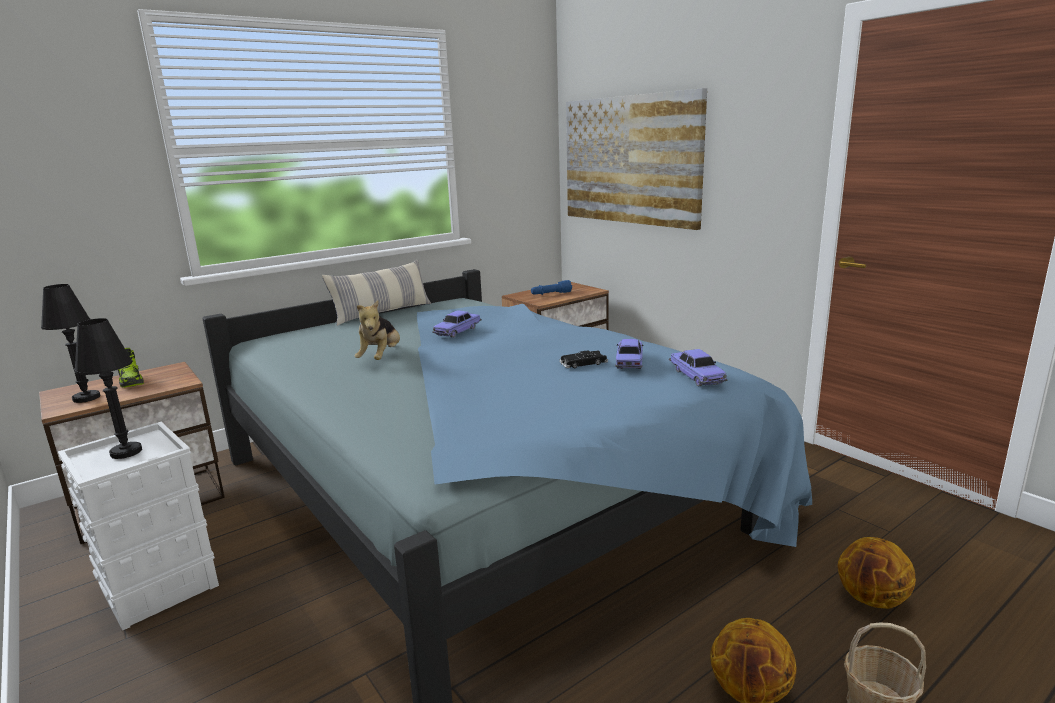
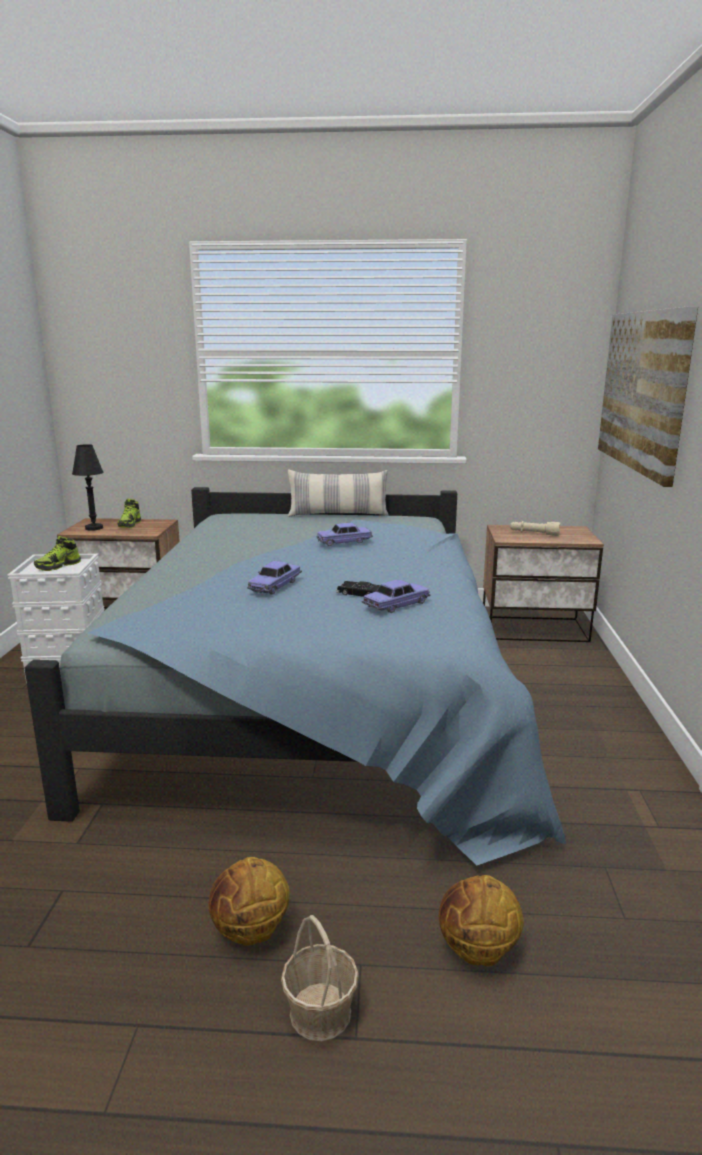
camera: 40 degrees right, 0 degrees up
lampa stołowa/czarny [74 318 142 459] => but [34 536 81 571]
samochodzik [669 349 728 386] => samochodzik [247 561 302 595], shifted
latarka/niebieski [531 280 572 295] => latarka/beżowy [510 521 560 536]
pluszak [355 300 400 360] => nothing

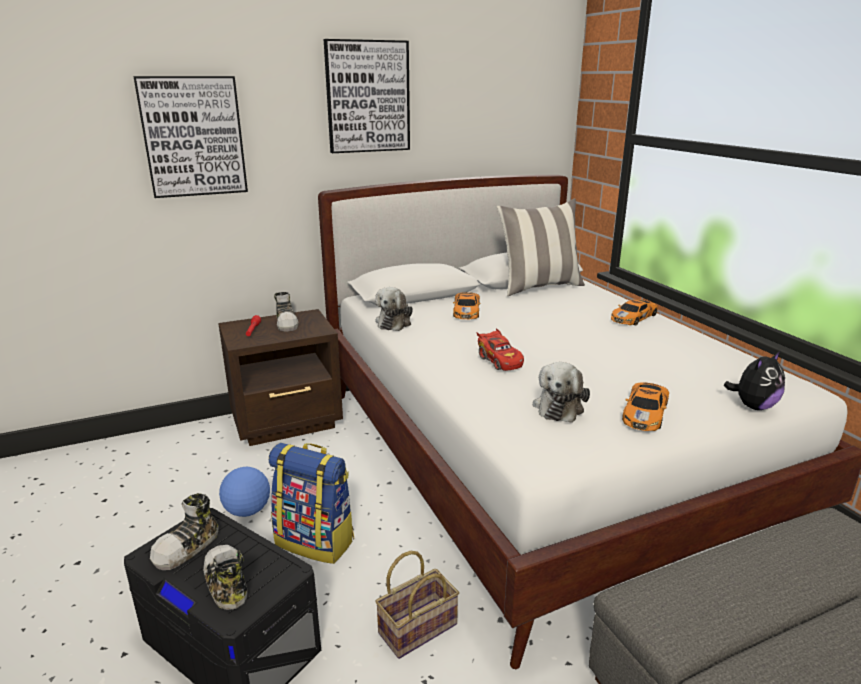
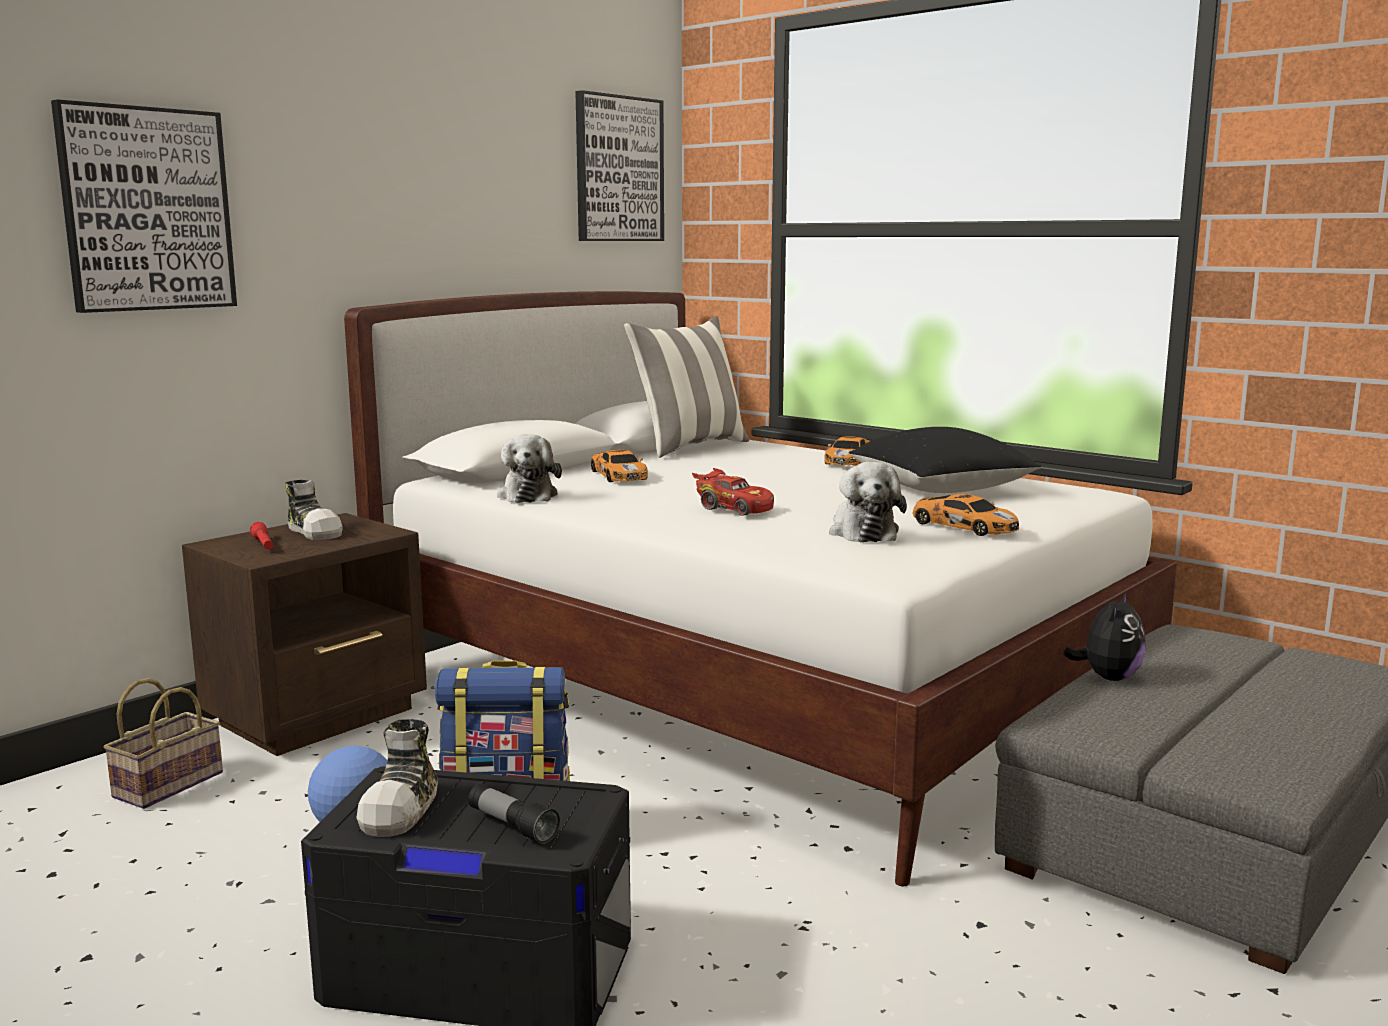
camera: 25 degrees left, 10 degrees down
koszyk [375 551 459 659] => koszyk [104 678 223 809], shifted
but [203 545 247 610] => latarka [468 784 560 844]
obraz [324 39 410 153] => obraz [575 90 664 241], shifted
nothing => poduszka/czarny [849 427 1042 493]
samochodzik [622 382 669 431] => samochodzik [912 494 1019 536], 45 degrees counterclockwise
pluszak [724 351 785 410] => pluszak [1064 591 1146 681], shifted

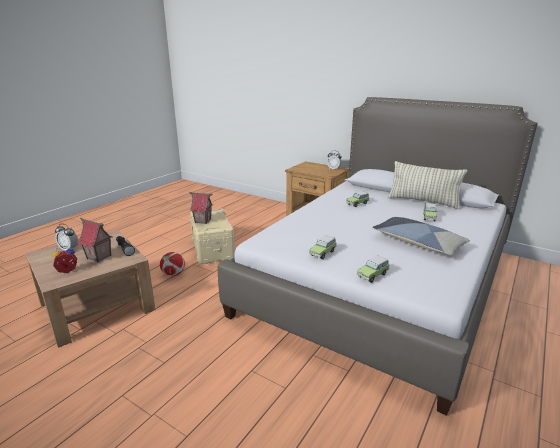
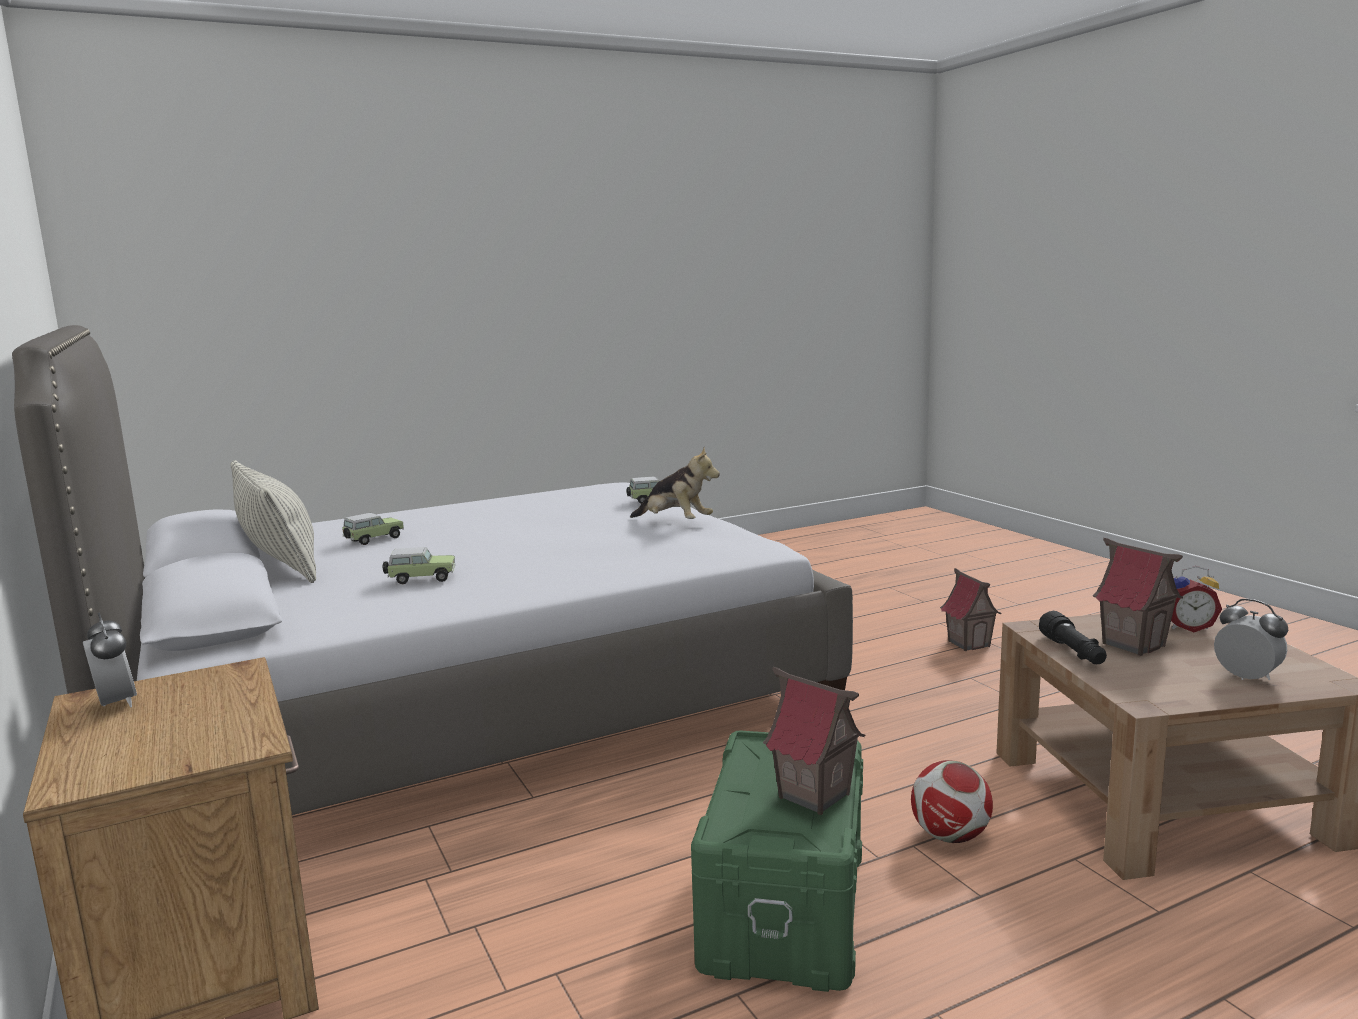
camera: 150 degrees left, 10 degrees down
samochodzik [309 235 337 259] => pluszak [630 447 720 519]
pojemnik do przechowywania/beżowy [190 209 235 264] => pojemnik do przechowywania/zielony [691 730 863 992]
nothing => domek [940 568 1002 651]
poduszka [373 217 470 255] => nothing

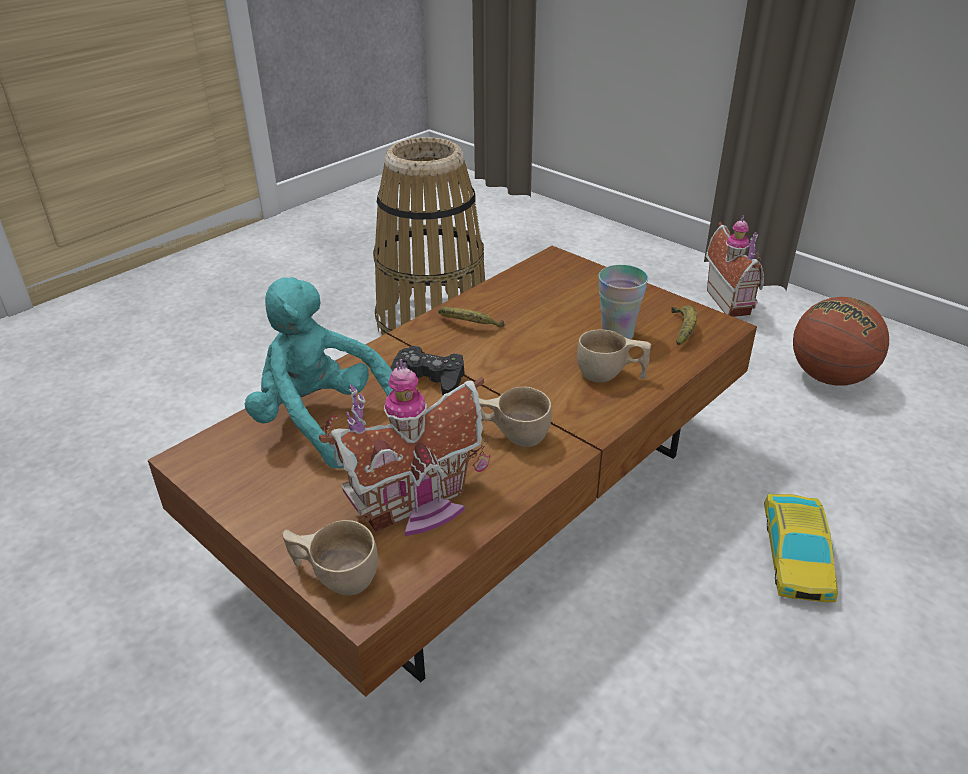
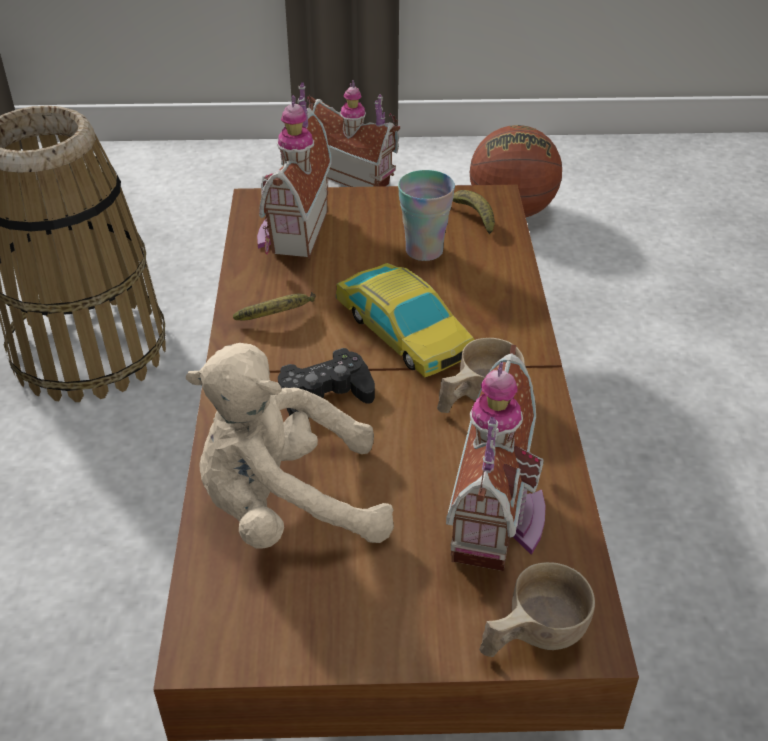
camera: 45 degrees left, 5 degrees up
pluszak/turkusowy [245 277 393 469] => pluszak/beżowy [186 343 394 549]
nothing => domek [257 82 331 259]
samochodzik [764 494 838 602] => samochodzik [335 263 475 377], shifted
filiżanka/beżowy [577 329 651 382] => nothing

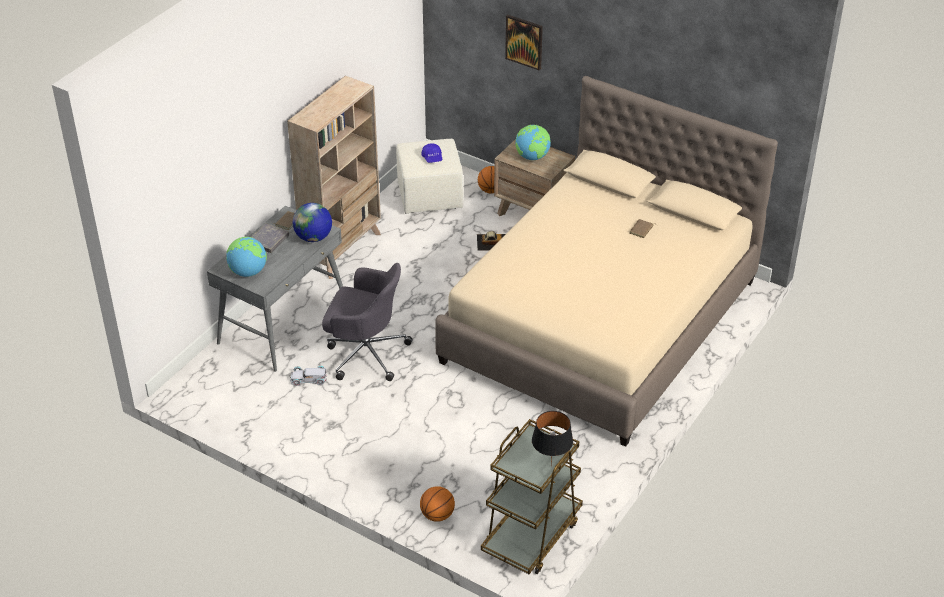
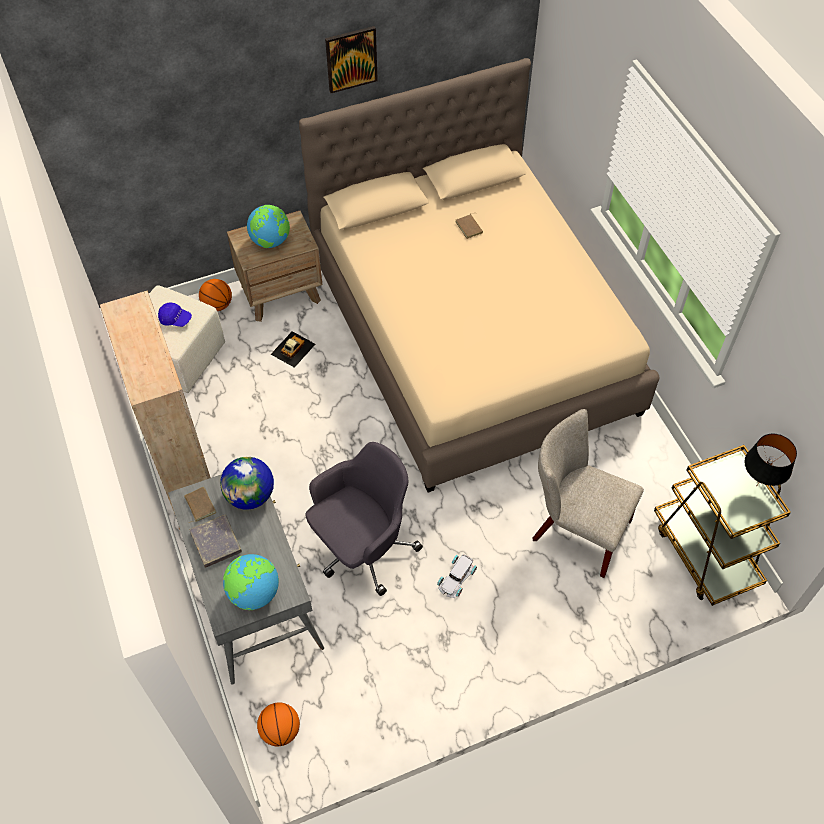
camera: 55 degrees left, 15 degrees up
piłka do koszykówki [420 486 455 522] => piłka do koszykówki [257 702 300 746], shifted
obraz [505 15 543 71] => obraz [325 26 378 93], shifted
samochodzik/biały [290 366 327 386] => samochodzik/biały [437 555 477 598], shifted
nothing => krzesło/beżowy [532 409 644 578]

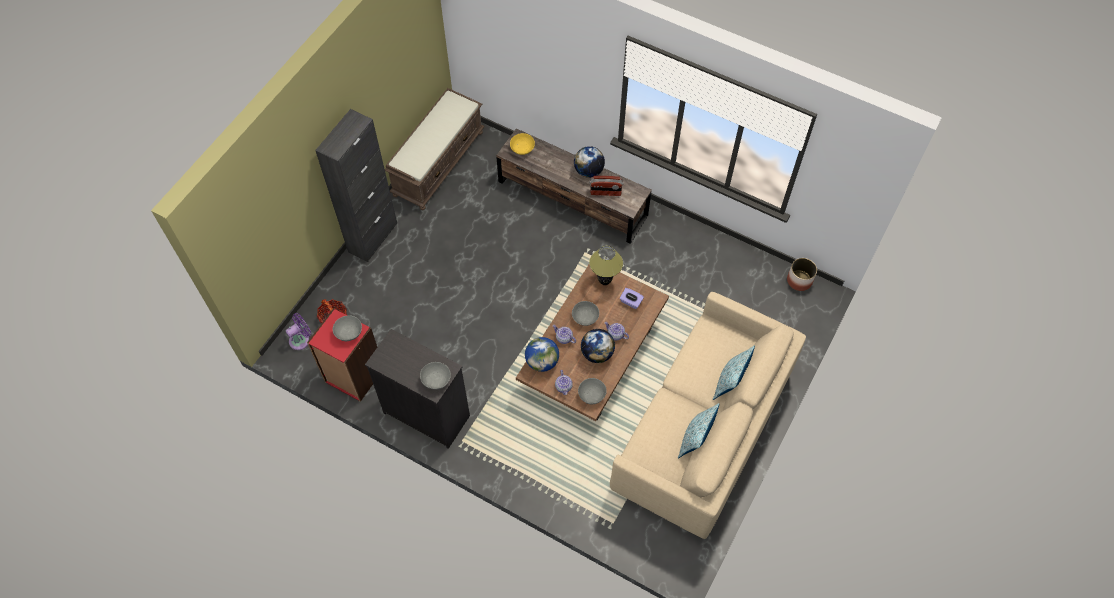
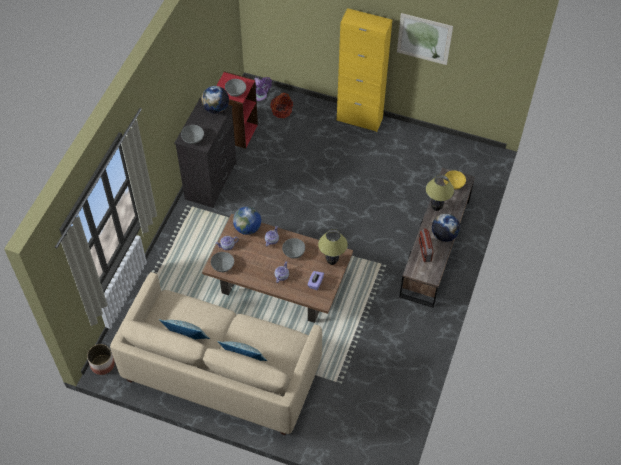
camera: 80 degrees right, 5 degrees down
donica [787 258 817 291] => donica [87 344 115 375], shifted
globus [581 329 615 363] => globus [201 86 229 114], shifted
szafka/czarny [315 109 397 262] => szafka/żółty [337 8 392 132]
nothing => obraz [397 13 453 65]
nothing => lampa stołowa [426 175 454 211]
ławka/brązowy [385 88 485 210] => nothing

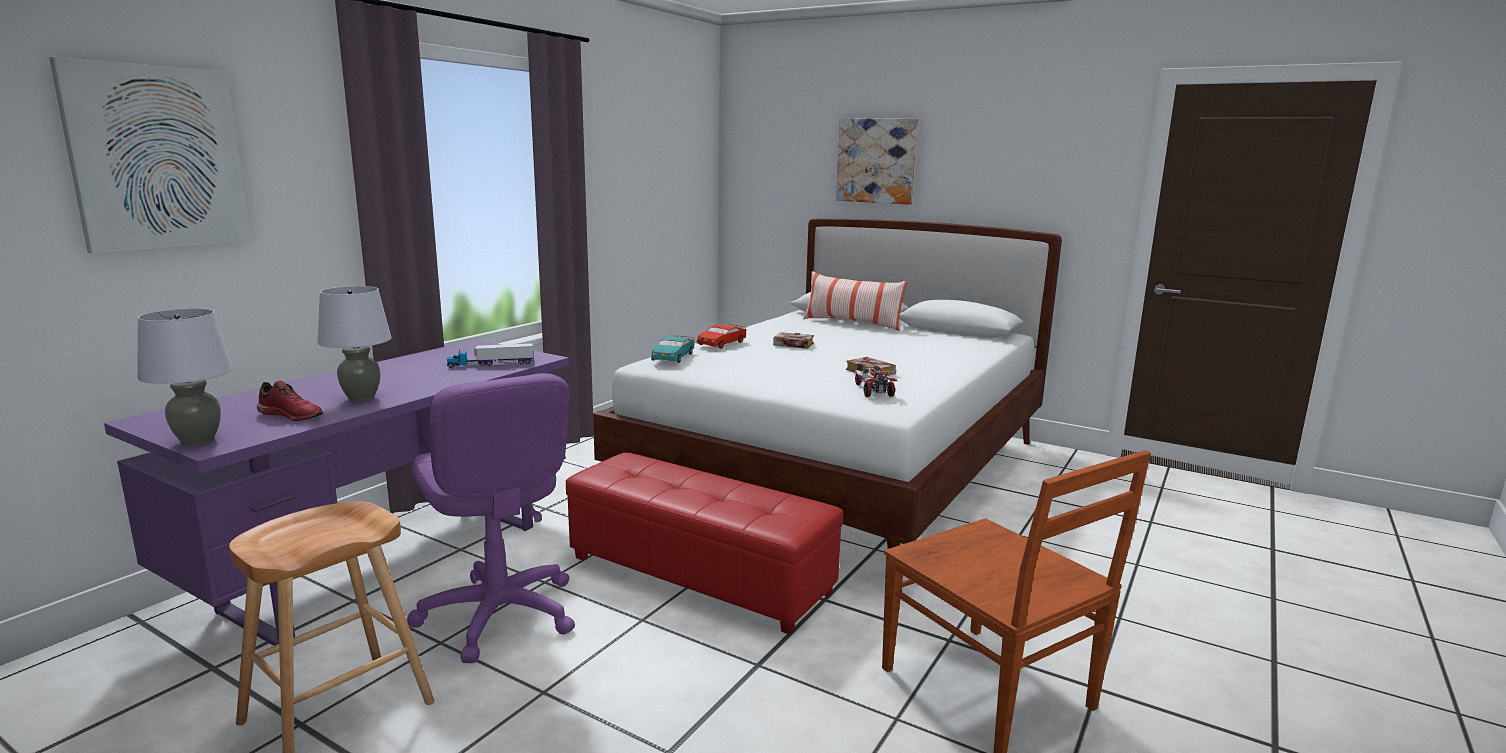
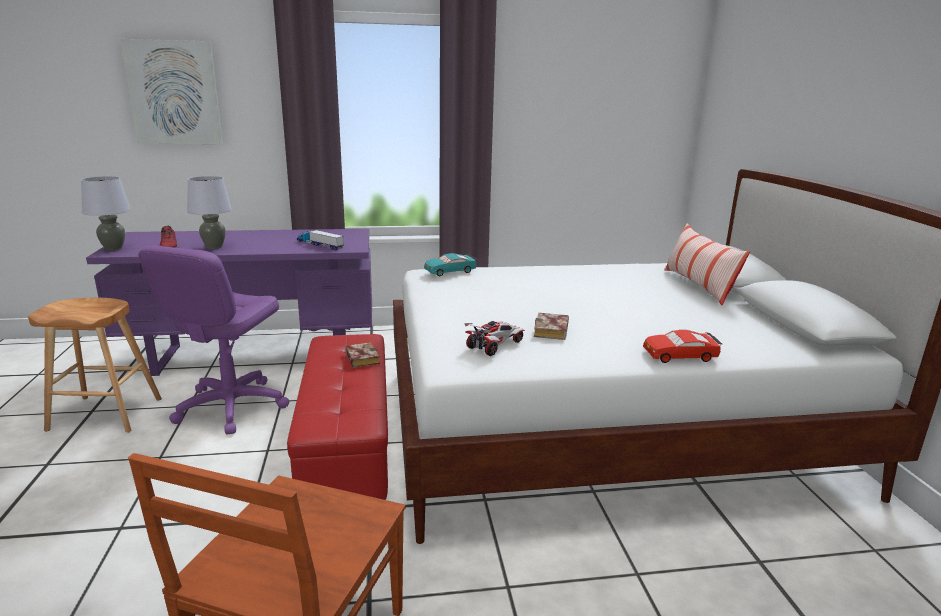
camera: 50 degrees right, 5 degrees up
książka [773 332 814 349] => książka [345 342 380 368], shifted
samochodzik/czerwony [697 324 746 349] => samochodzik/czerwony [643 330 722 363], shifted
obraz [836 118 918 205] => nothing

